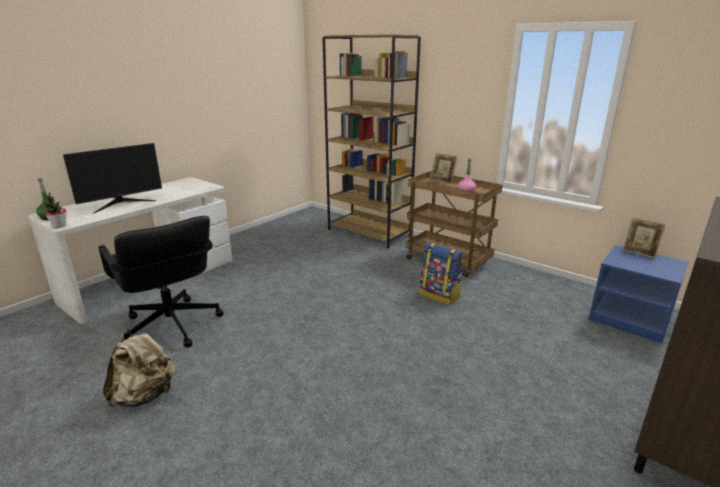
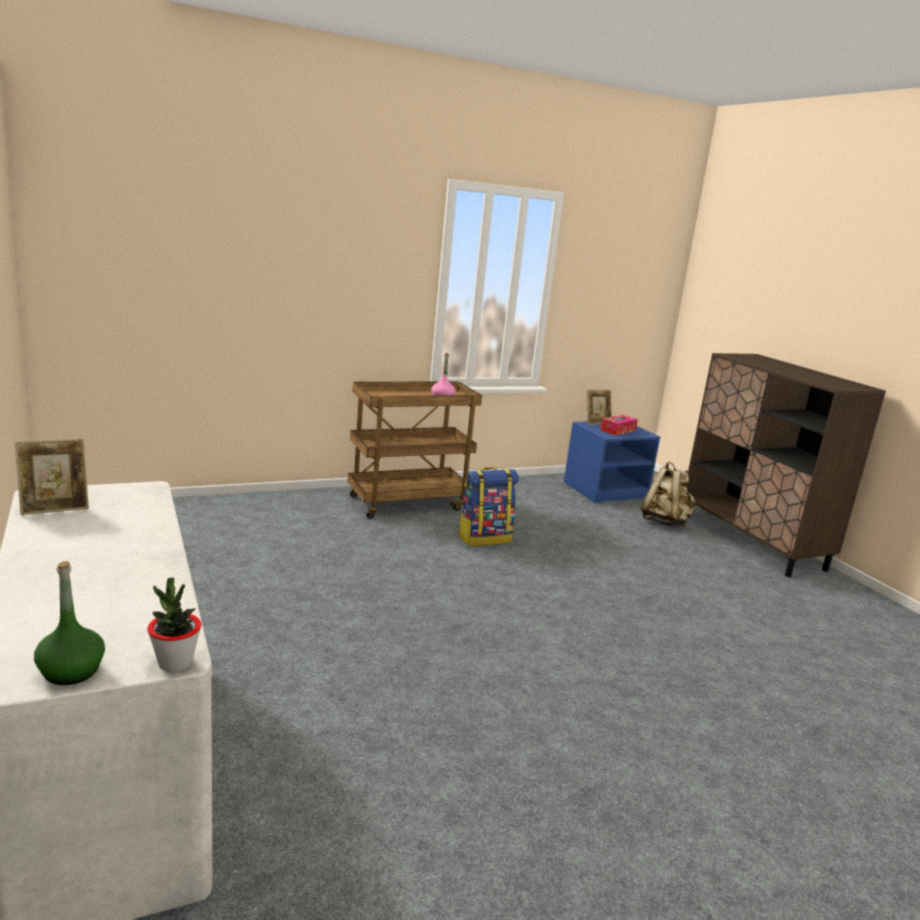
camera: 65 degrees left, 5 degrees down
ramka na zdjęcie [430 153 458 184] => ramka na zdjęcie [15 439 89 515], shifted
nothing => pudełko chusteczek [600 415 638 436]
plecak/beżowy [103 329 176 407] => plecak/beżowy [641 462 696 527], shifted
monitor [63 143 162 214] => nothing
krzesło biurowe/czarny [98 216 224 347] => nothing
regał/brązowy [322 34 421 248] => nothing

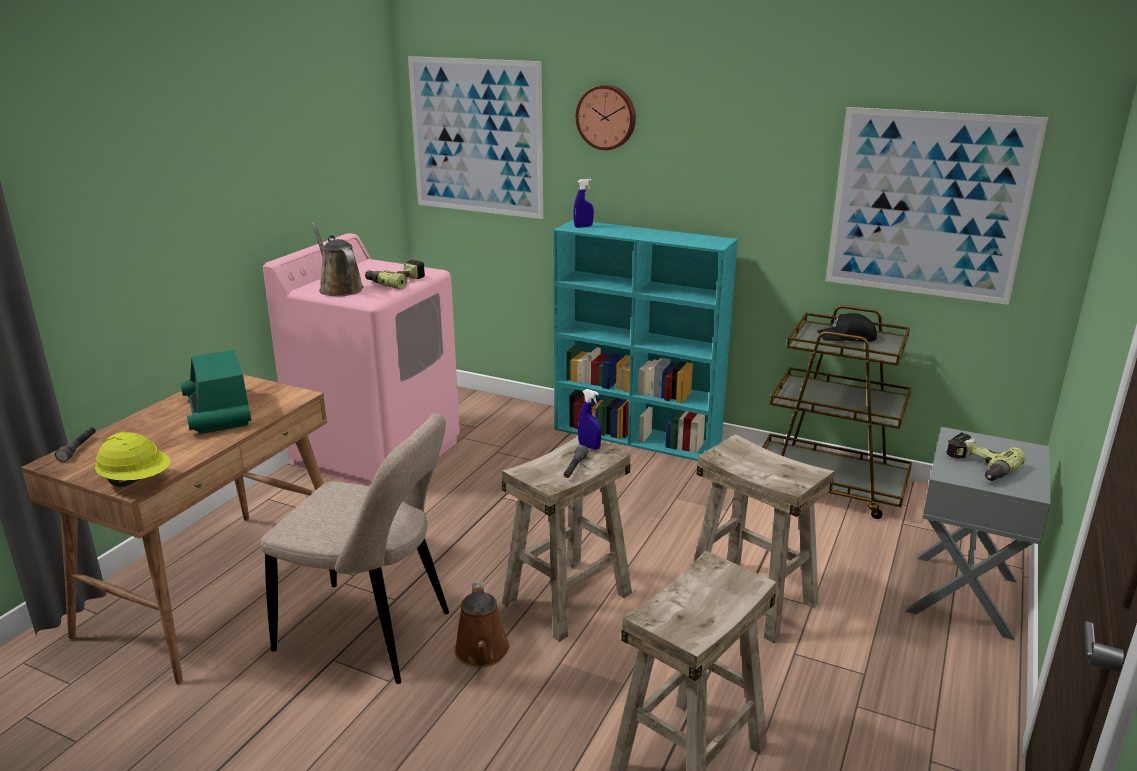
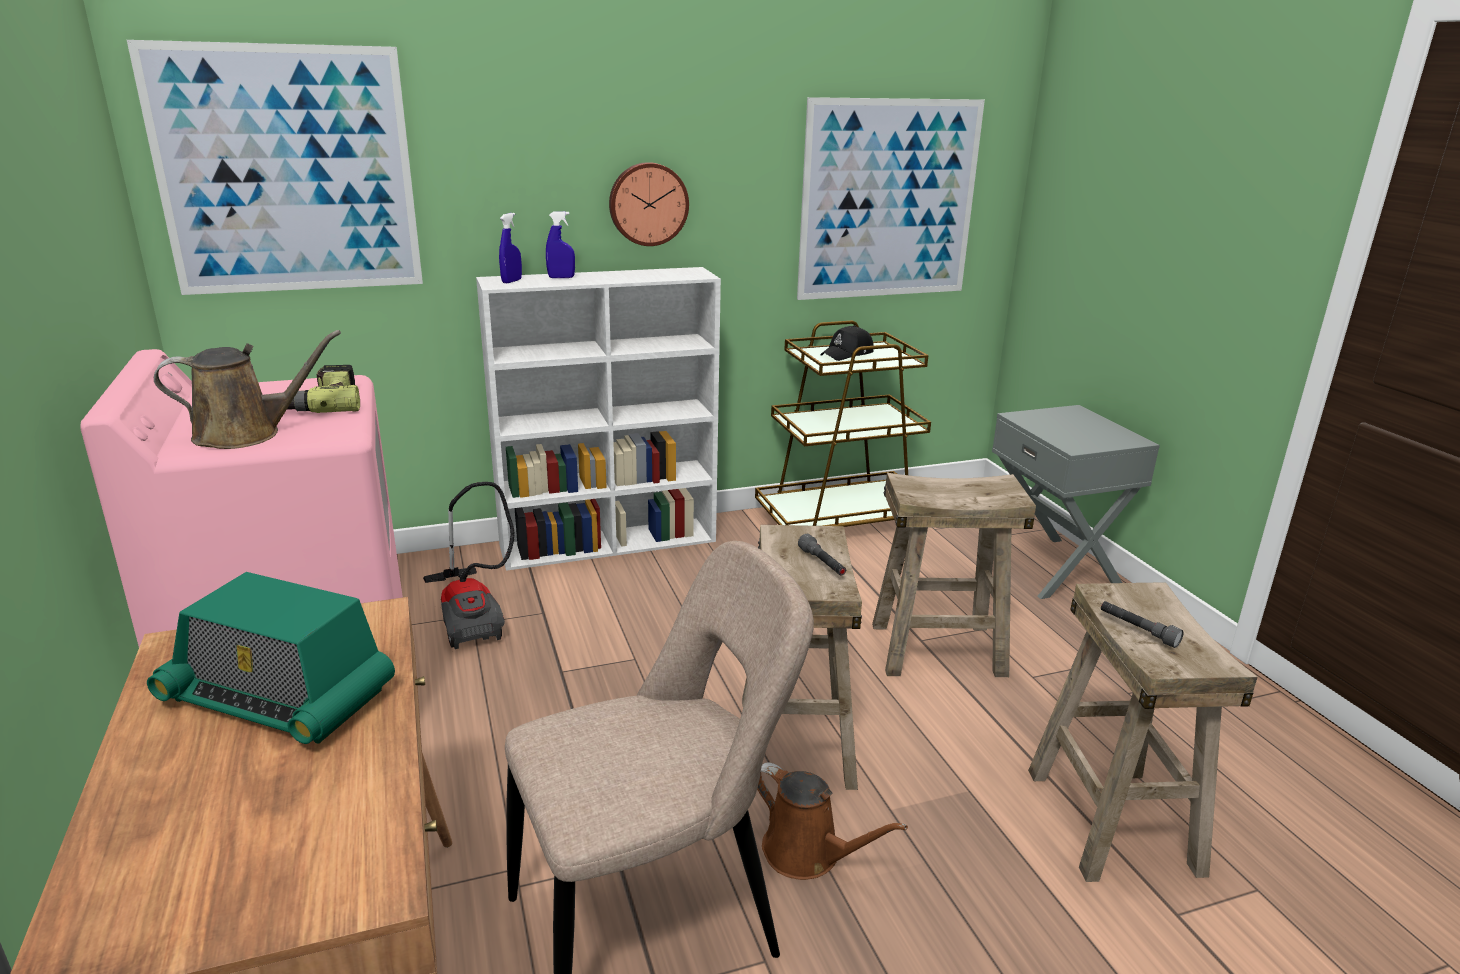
camera: 45 degrees left, 0 degrees up
konewka/brązowy [311 222 364 296] => konewka/brązowy [154 330 341 449], 150 degrees clockwise
nothing => odkurzacz [423 482 515 649]
regał/turkusowy [553 220 738 461] => regał/biały [476 267 721 571]
spryskiwacz/niebieski [578 389 601 450] => spryskiwacz/niebieski [546 211 575 278], shifted
zegar ścienny [576 85 636 150] => zegar ścienny [609 162 689 246], shifted
latarka/szary [55 427 96 462] => latarka/szary [1101 601 1184 648], shifted
kask/żółty [95 432 170 487] => nothing
wiertarka [946 432 1026 481] => nothing

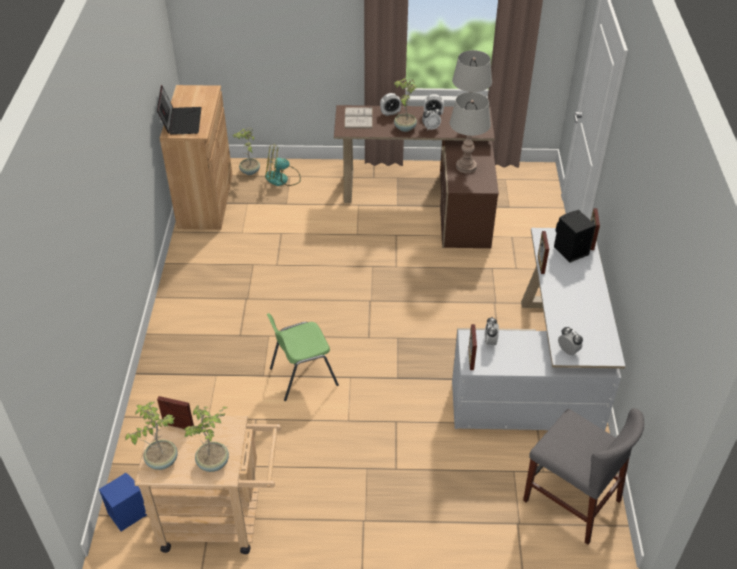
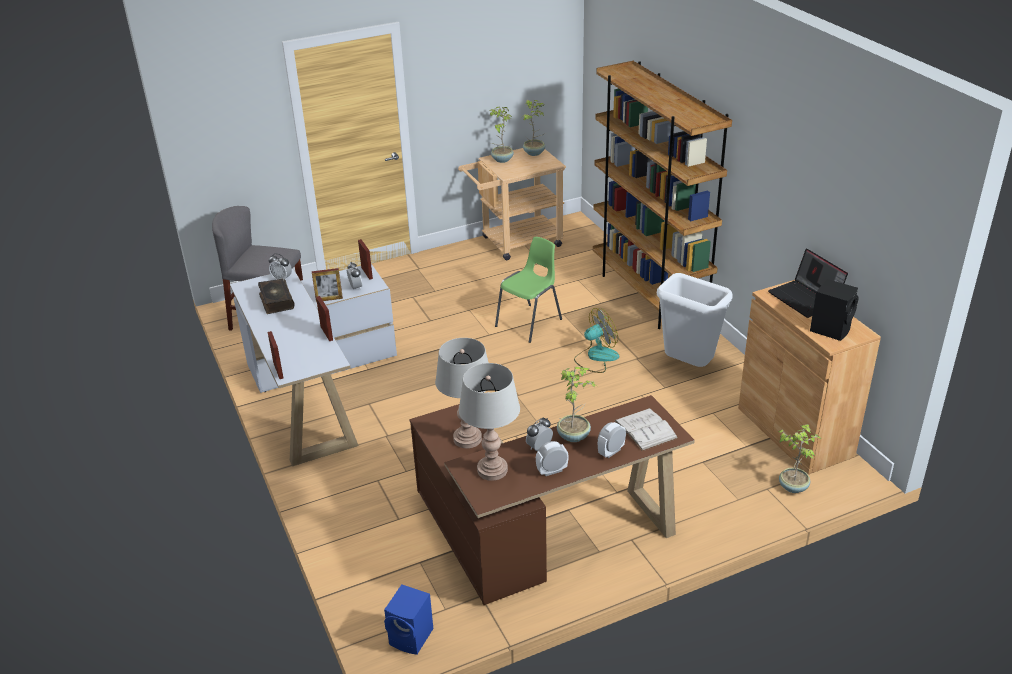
camera: 155 degrees right, 10 degrees down
nothing => książka [258 279 295 314]
ramka na zdjęcie [157 396 194 429] => ramka na zdjęcie [312 268 343 302], shifted
głośnik/niebieski [99 473 147 531] => głośnik/niebieski [384 585 433 655], shifted
wentylator [265 144 301 186] => wentylator [574 308 619 373], shifted
nothing => regał/brązowy [593 61 732 329]
nothing => kosz na śmieci/biały [657 273 733 367]
głośnik/czarny [554 210 596 263] => głośnik/czarny [810 279 858 341], shifted

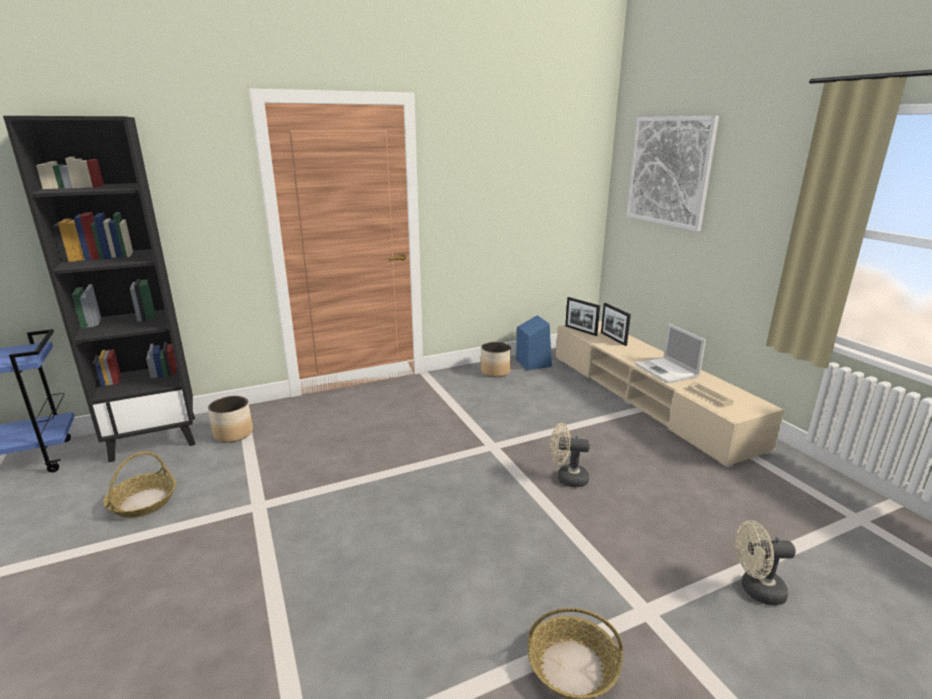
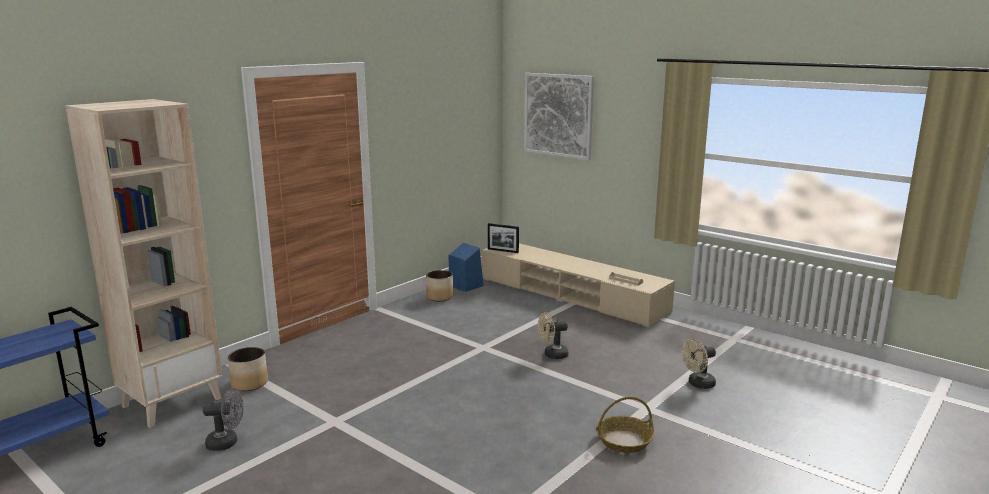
camera: 25 degrees left, 5 degrees down
regał/czarny [3 116 195 463] => regał/beżowy [65 99 223 428]
koszyk [103 451 176 518] => wentylator/szary [203 388 244 451]
ramka na zdjęcie [601 303 631 346] => nothing
laptop [635 324 706 383] => nothing

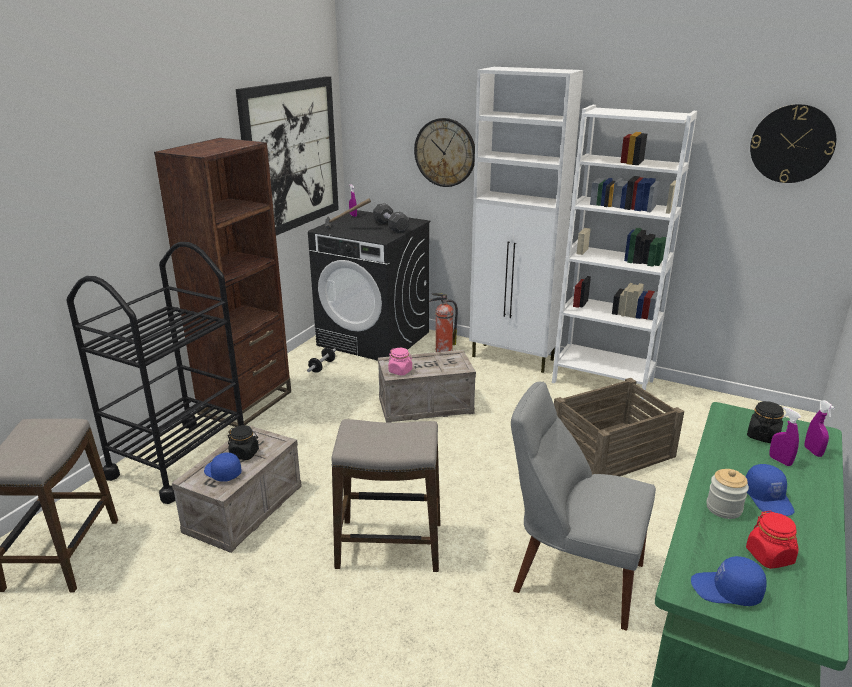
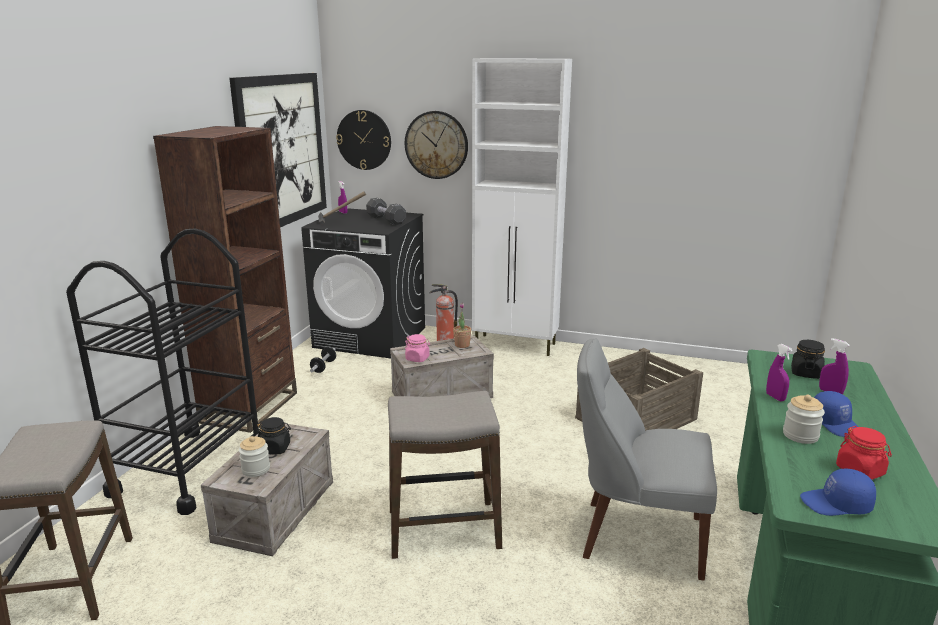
camera: 10 degrees left, 5 degrees down
czapka z daszkiem/niebieski [204 452 242 482] => słoik [239 436 270 477]
zegar ścienny [750 104 836 183] => zegar ścienny [336 110 391 170], shifted
nothing => roślina doniczkowa [453 303 471 348]
spryskiwacz/fioletowy [805 400 835 457] => spryskiwacz/fioletowy [766 344 793 401], shifted
regał/biały [552 105 697 400] => nothing

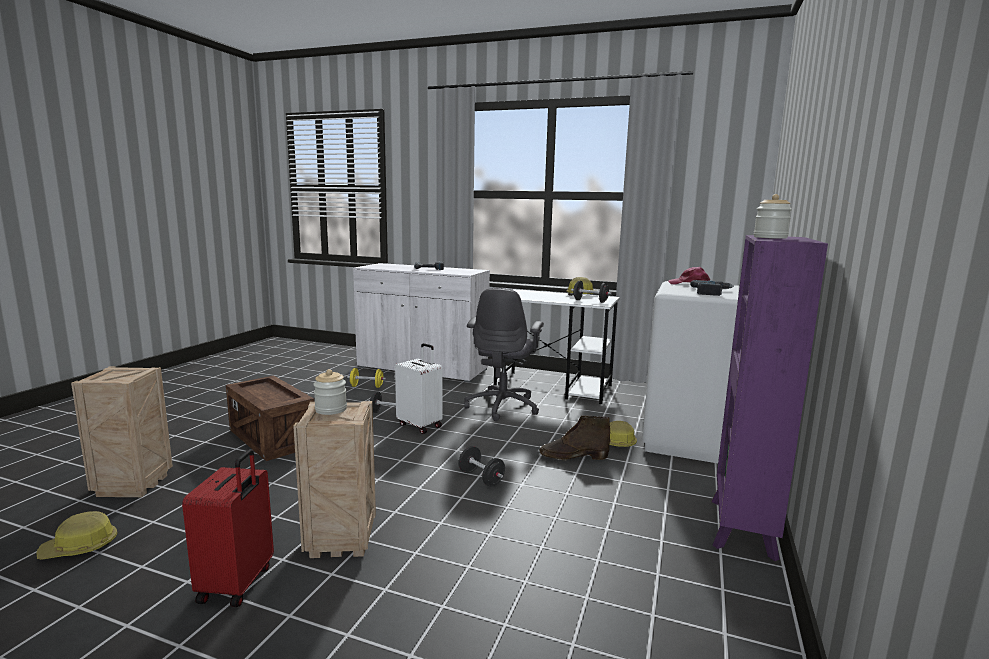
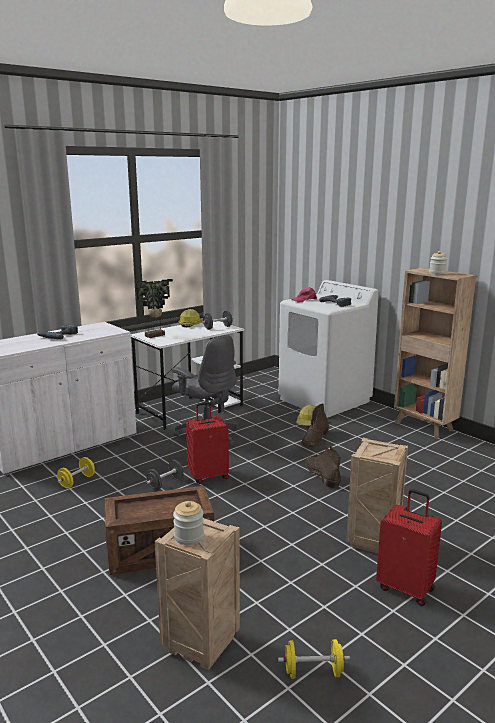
camera: 60 degrees left, 5 degrees up
nothing => roślina doniczkowa [136 279 173 338]
słoik [313 369 347 415] => słoik [173 501 204 545], shifted
walizka/biały [395 343 442 434] => walizka/czerwony [186 402 229 484]
kask [36 511 117 560] => hantel/żółty [278 639 350 679]
hantel/czarny [459 446 505 487] => but z cholewką/brązowy [306 446 341 489]
regał/fioletowy [711 235 828 561] => regał/brązowy [394 268 476 439]

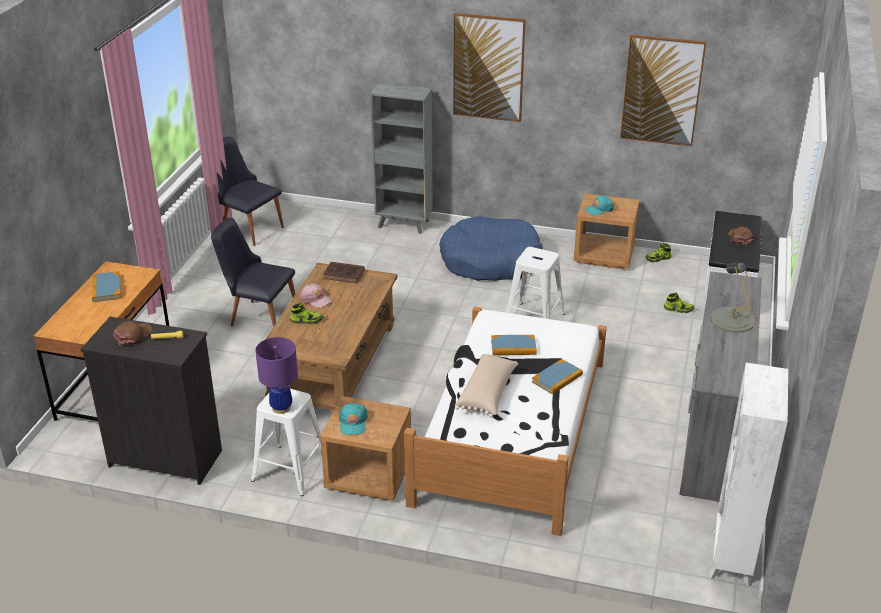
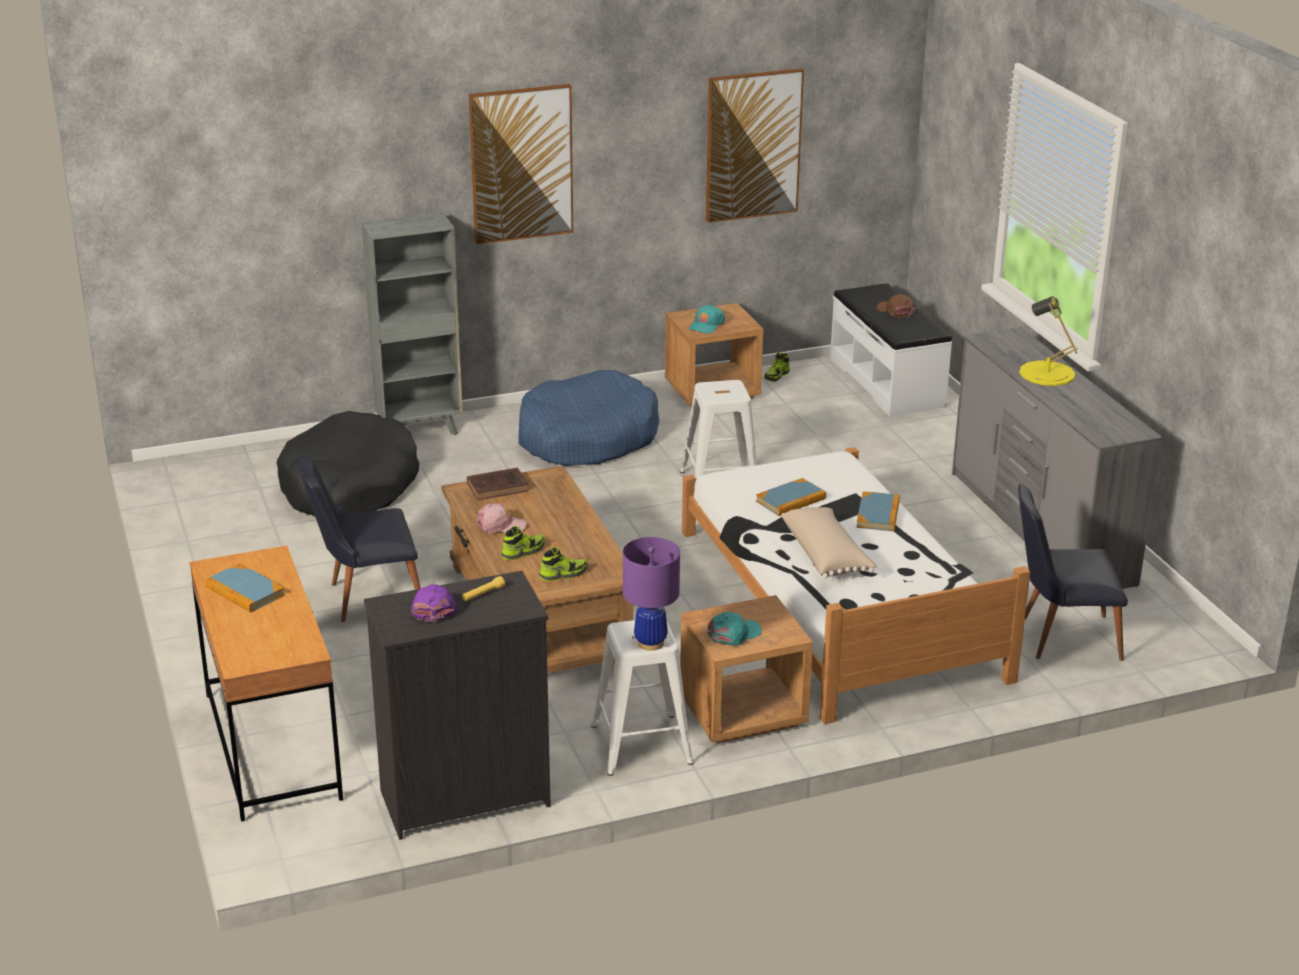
camera: 35 degrees left, 5 degrees down
nothing => legowisko/czarny [277 411 419 516]
czapka z daszkiem/brązowy [113 321 153 346] => czapka z daszkiem/fioletowy [411 584 457 622]
but [664 292 694 313] => but [539 547 588 581], shifted
czapka z daszkiem/turkusowy [339 403 368 435] => czapka z daszkiem/turkusowy [707 612 762 646], 90 degrees counterclockwise
krzesło/czarny [217 136 284 246] => krzesło/czarny [1018 484 1128 661], shifted
lampa stołowa/szary [710 262 755 333] => lampa stołowa/żółty [1019 296 1078 386]
regał/biały [708 363 788 587] => nothing

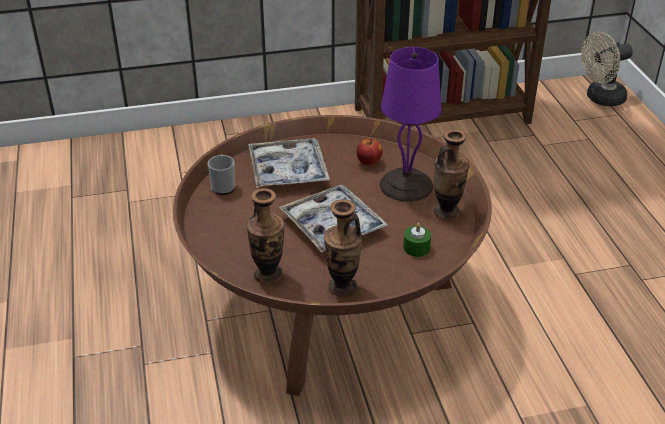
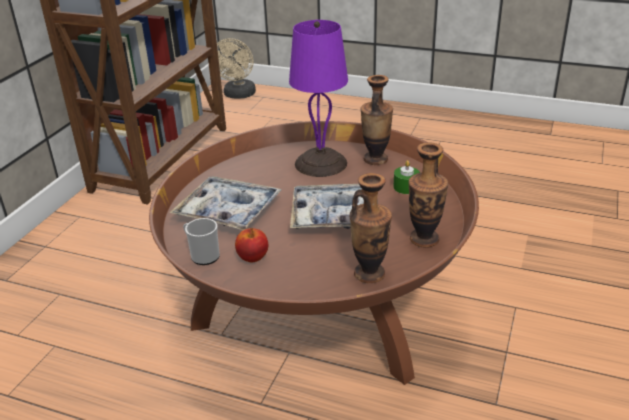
camera: 55 degrees left, 5 degrees down
jabłko [356 138 383 166] => jabłko [235 228 268 262], shifted

